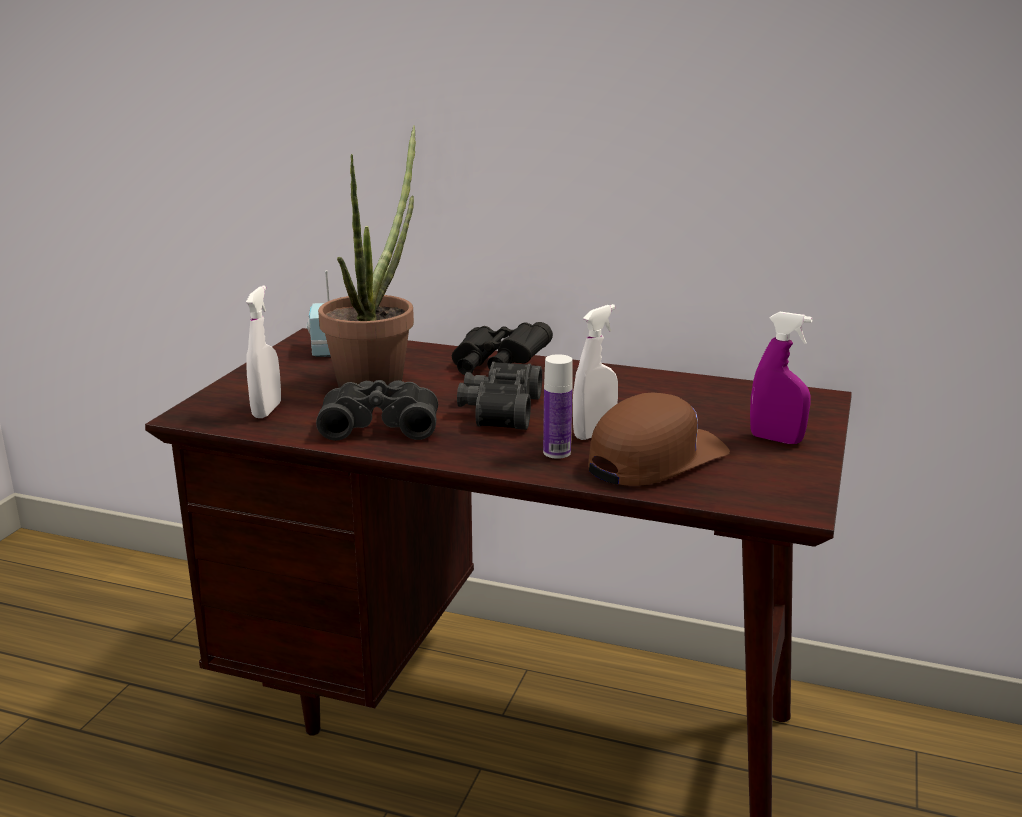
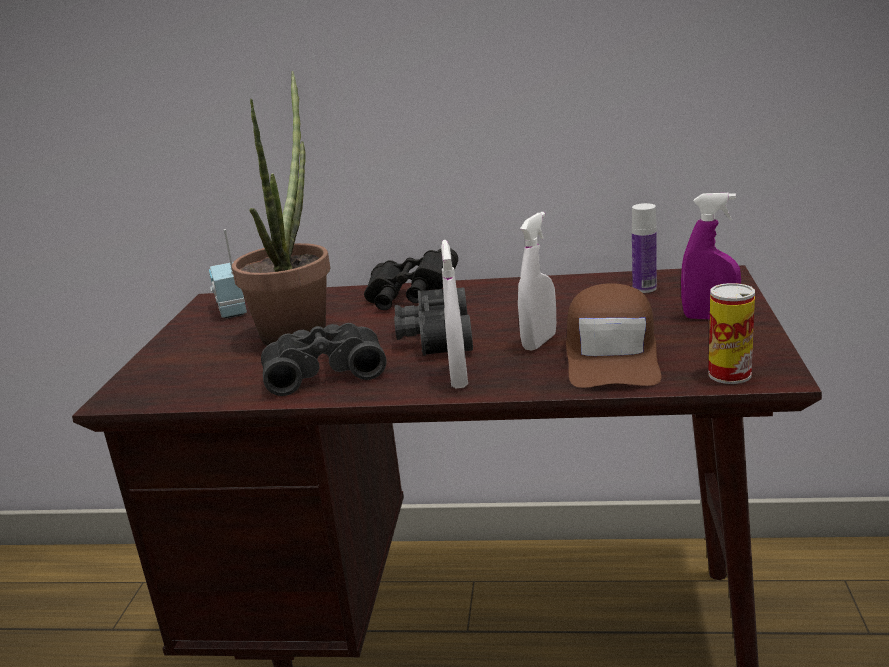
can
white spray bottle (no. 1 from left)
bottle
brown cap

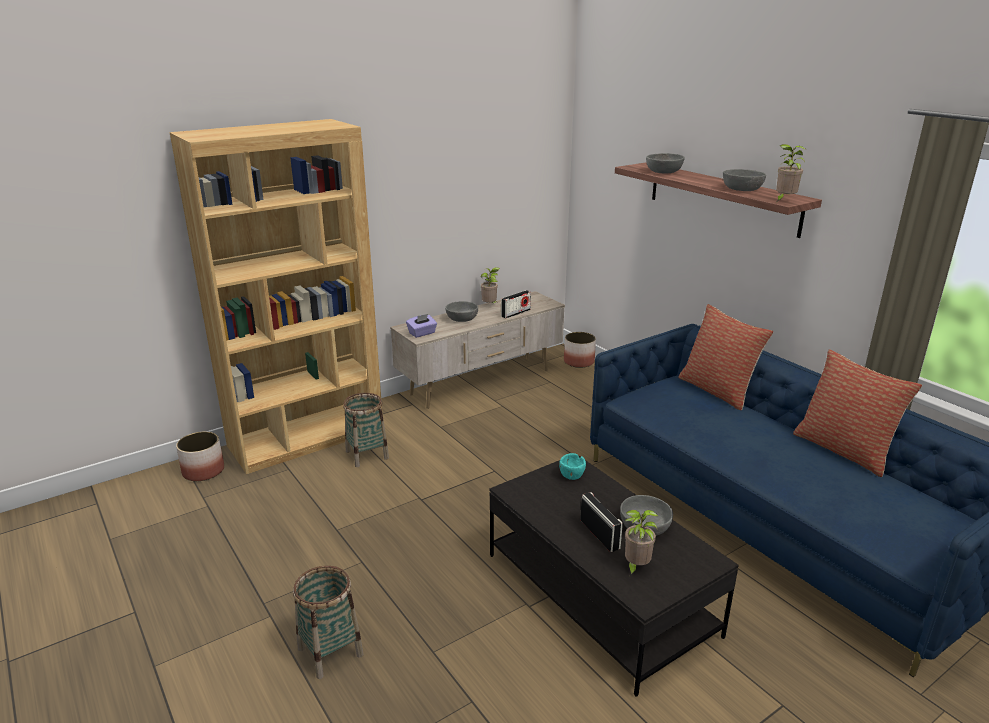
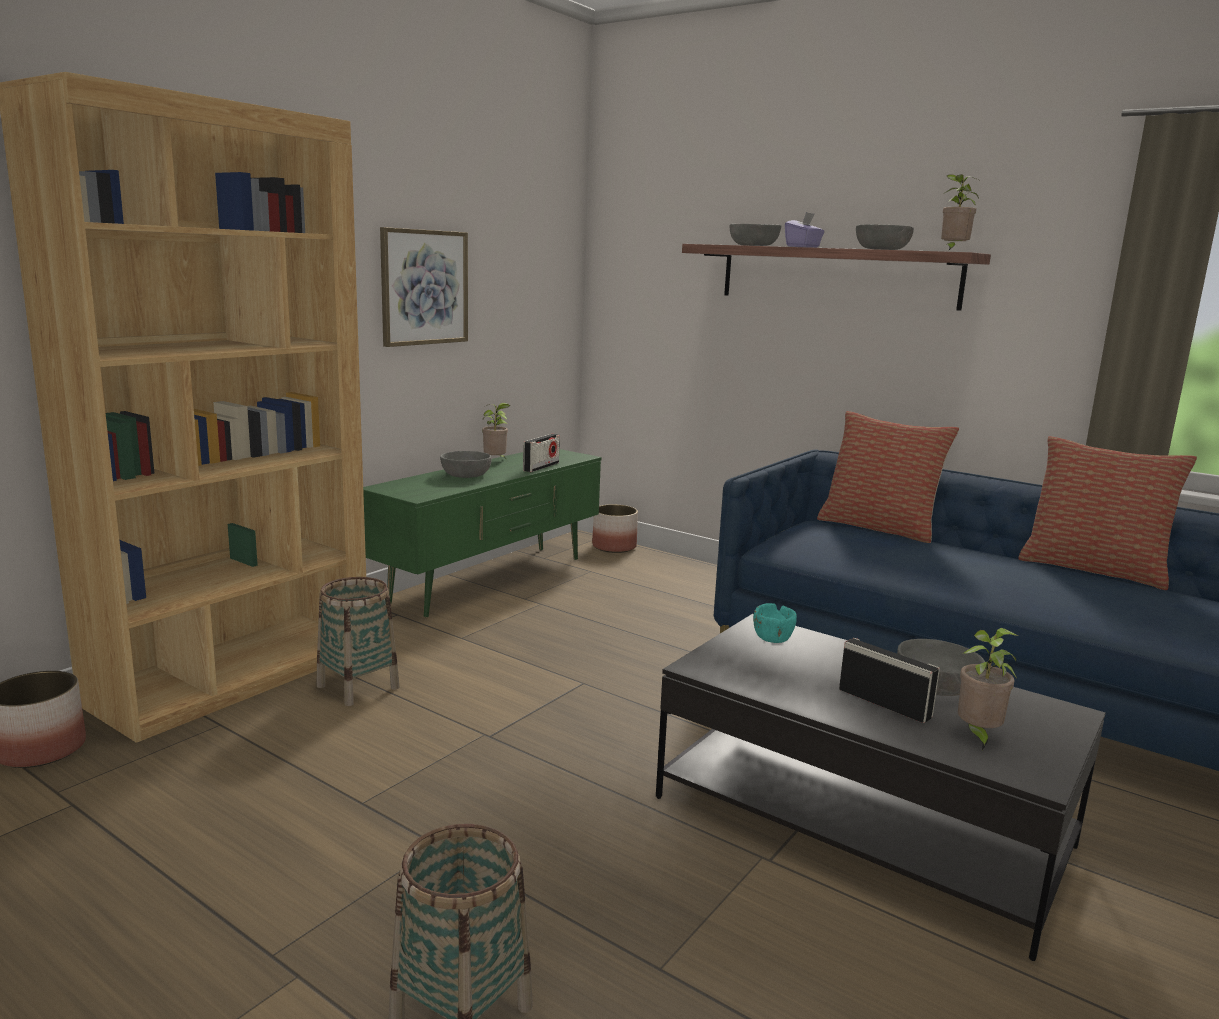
picture
purple tissue box
green tv stand

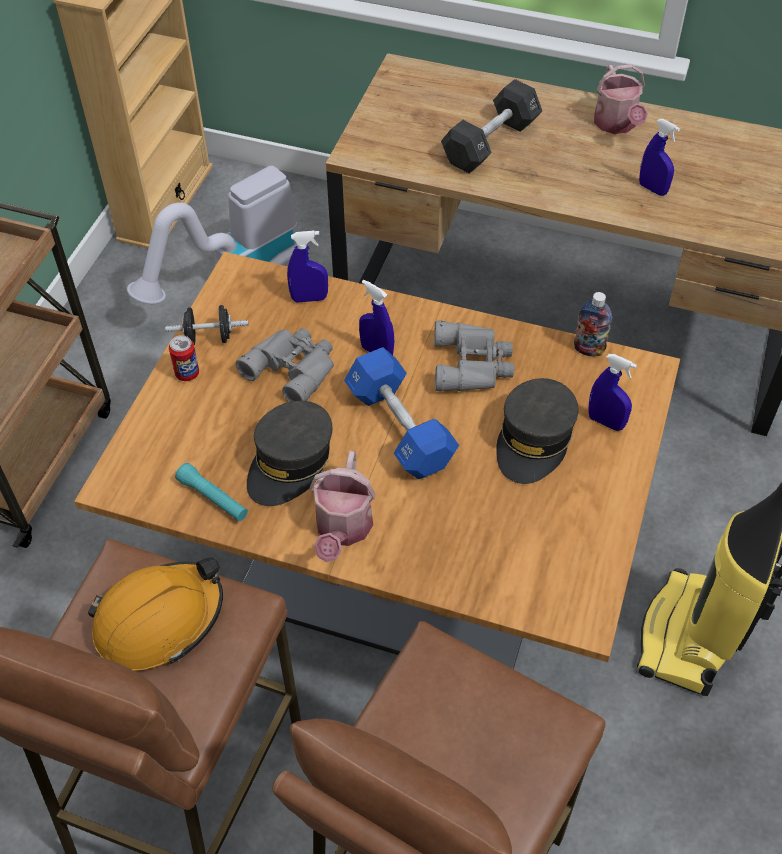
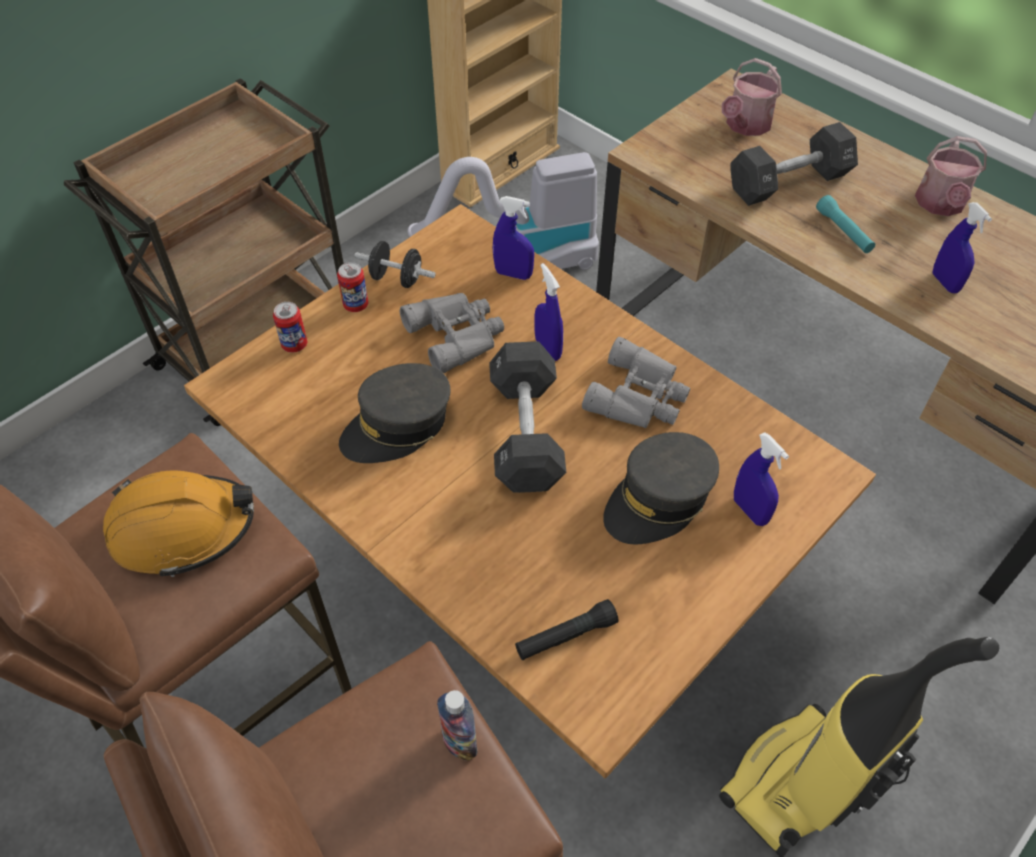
can (no. 1 from left)
black flashlight
turquoise flashlight
watering can (no. 1 from left)
bottle
black dumbbell (no. 2 from left)

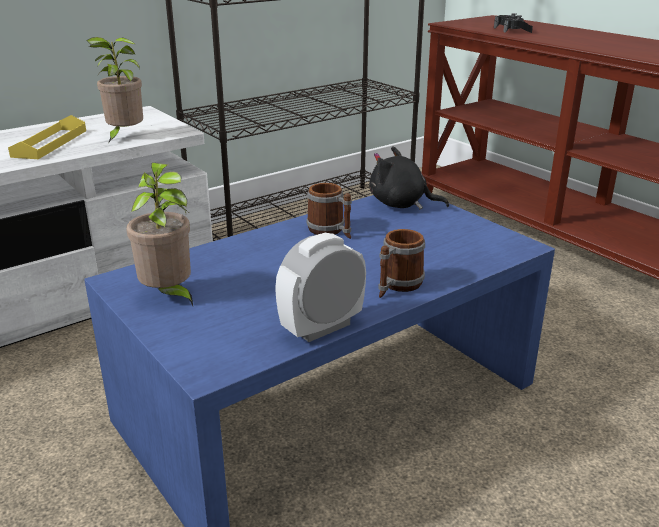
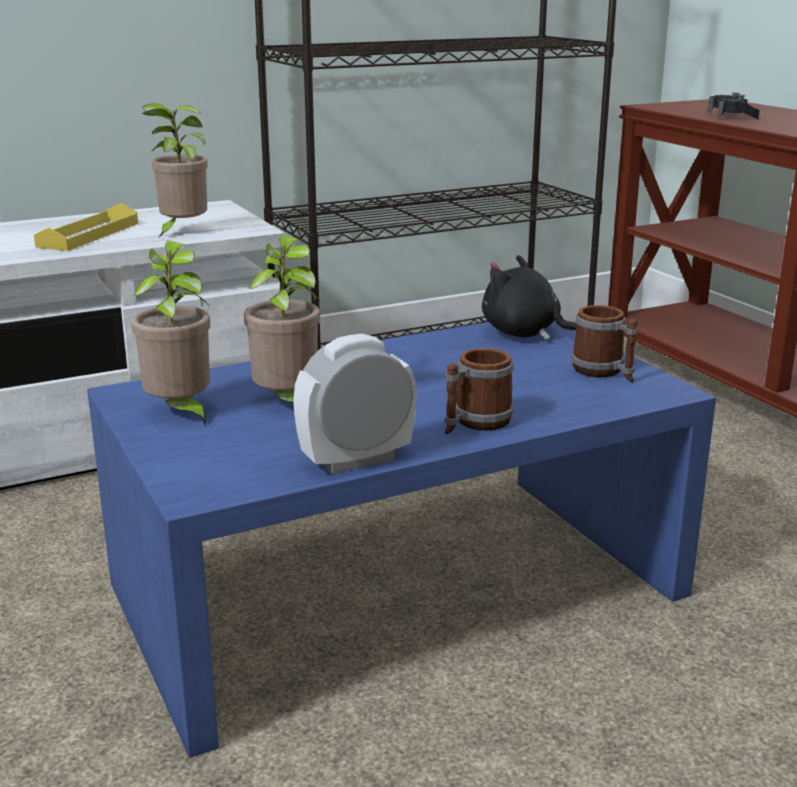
potted plant (no. 3 from left)
mug (no. 2 from left)

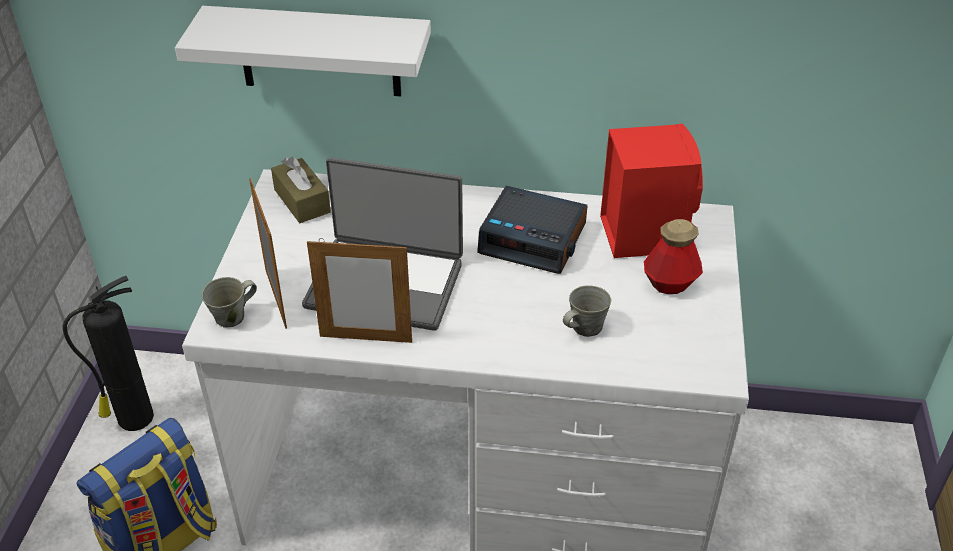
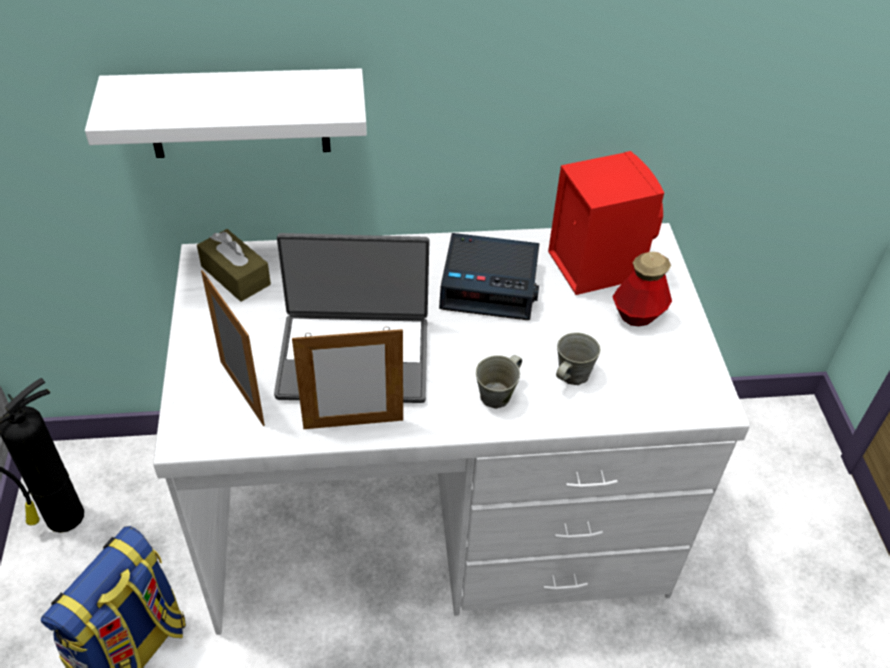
grey mug (no. 1 from left)

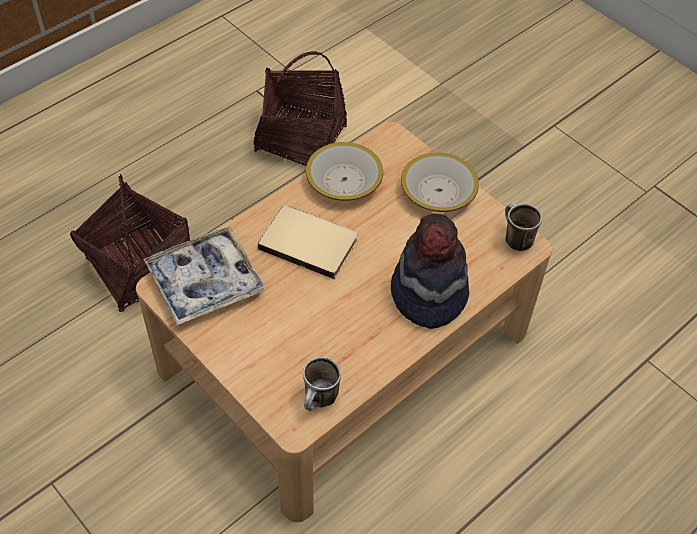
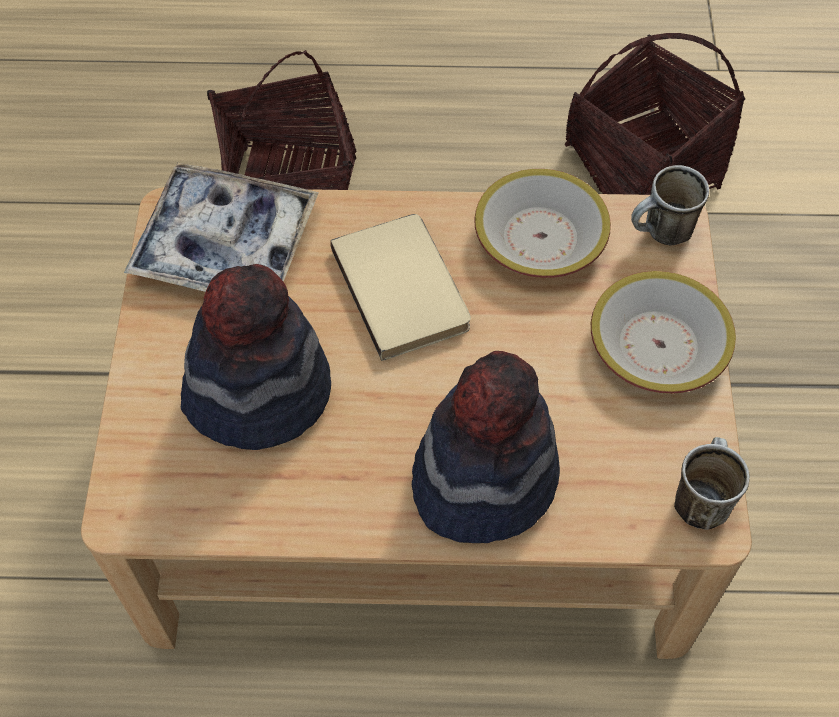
hat (no. 1 from left)
mug (no. 1 from left)

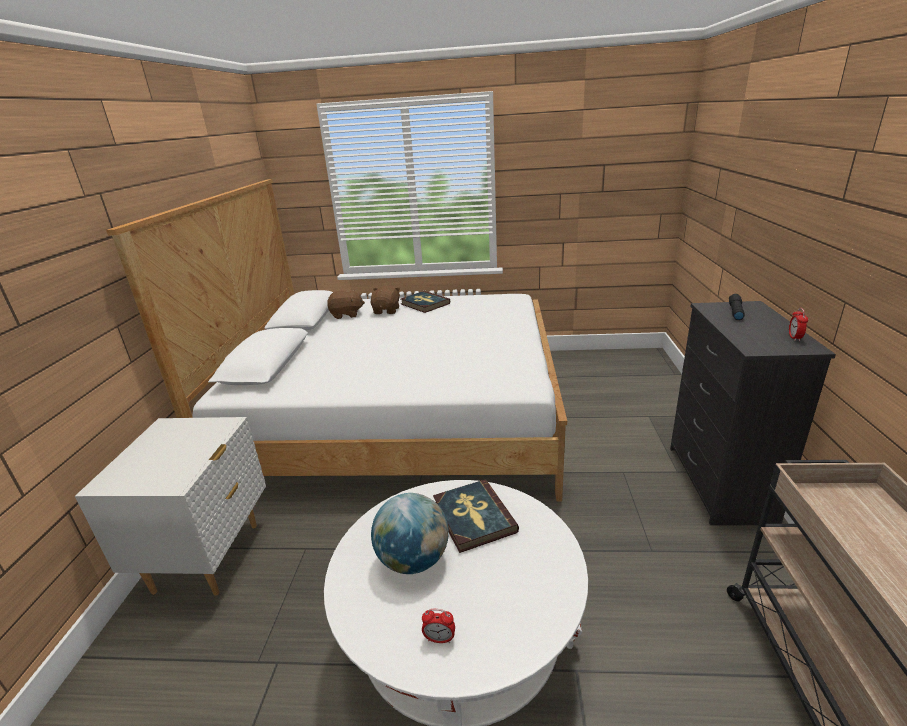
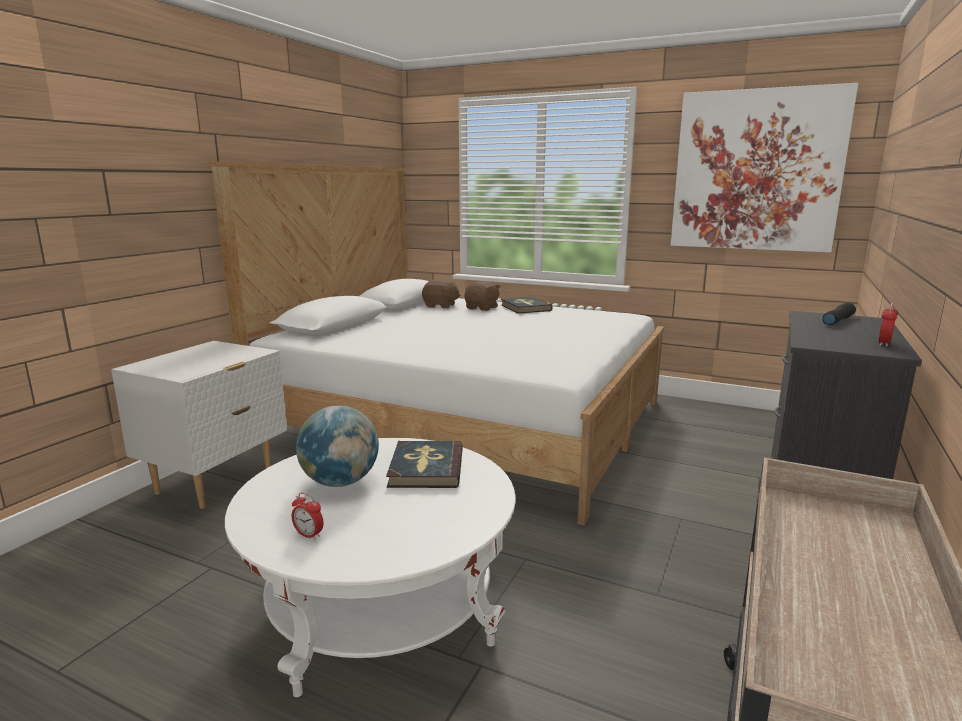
picture

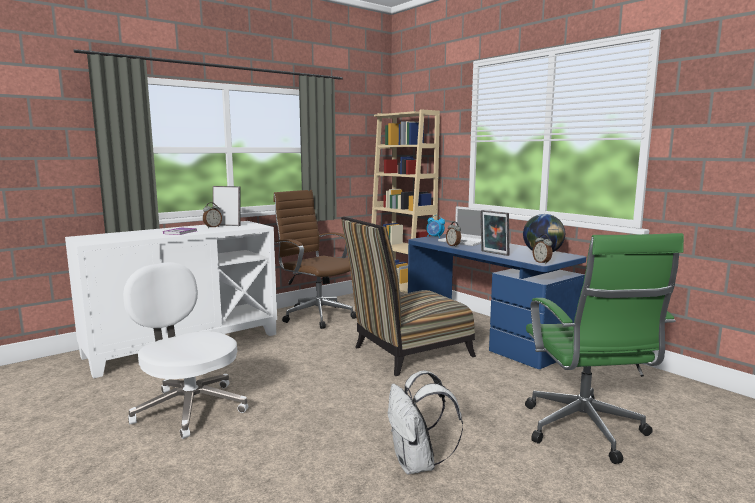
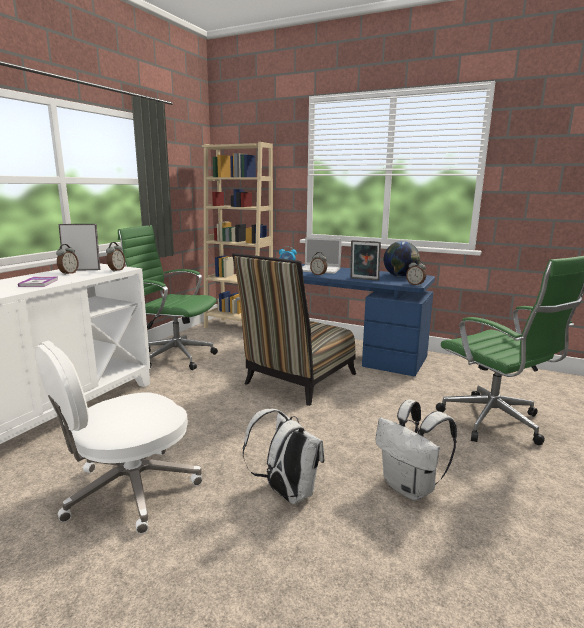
alarm clock (no. 2 from left)
white backpack (no. 1 from left)
green office chair (no. 1 from left)
white office chair

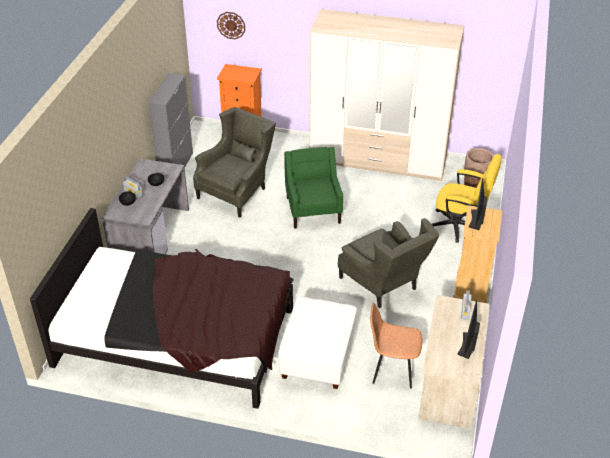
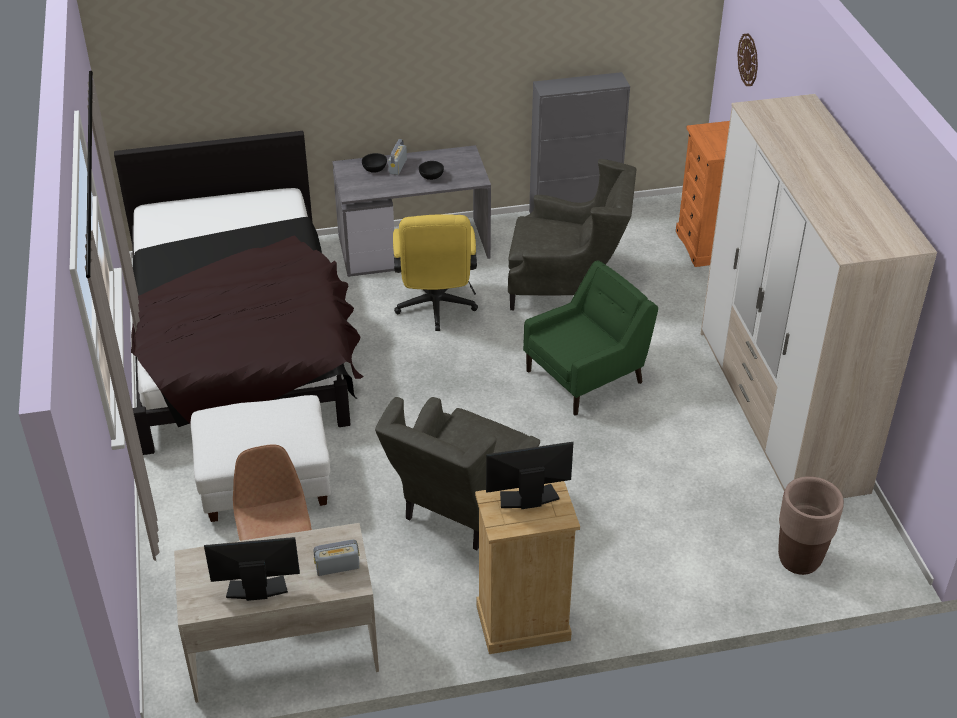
yellow office chair

